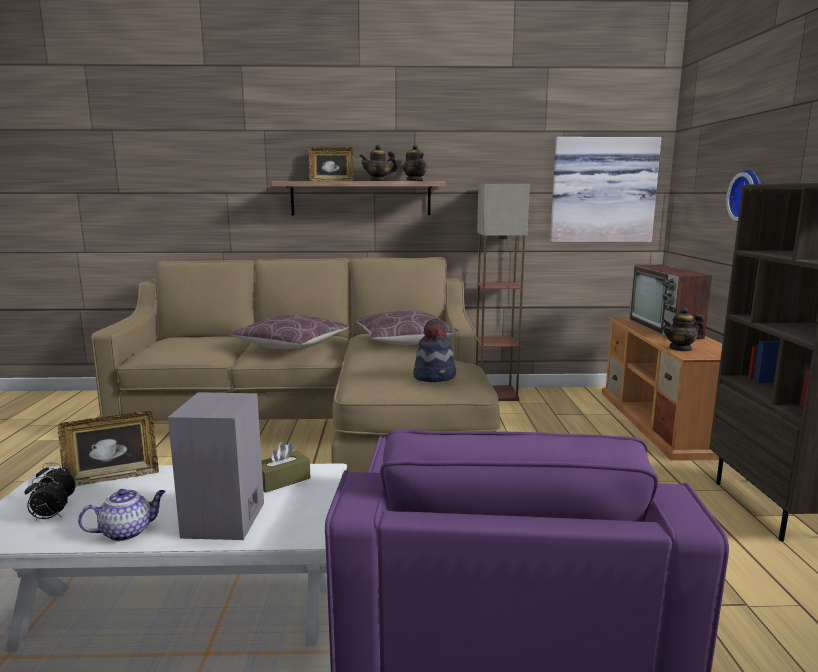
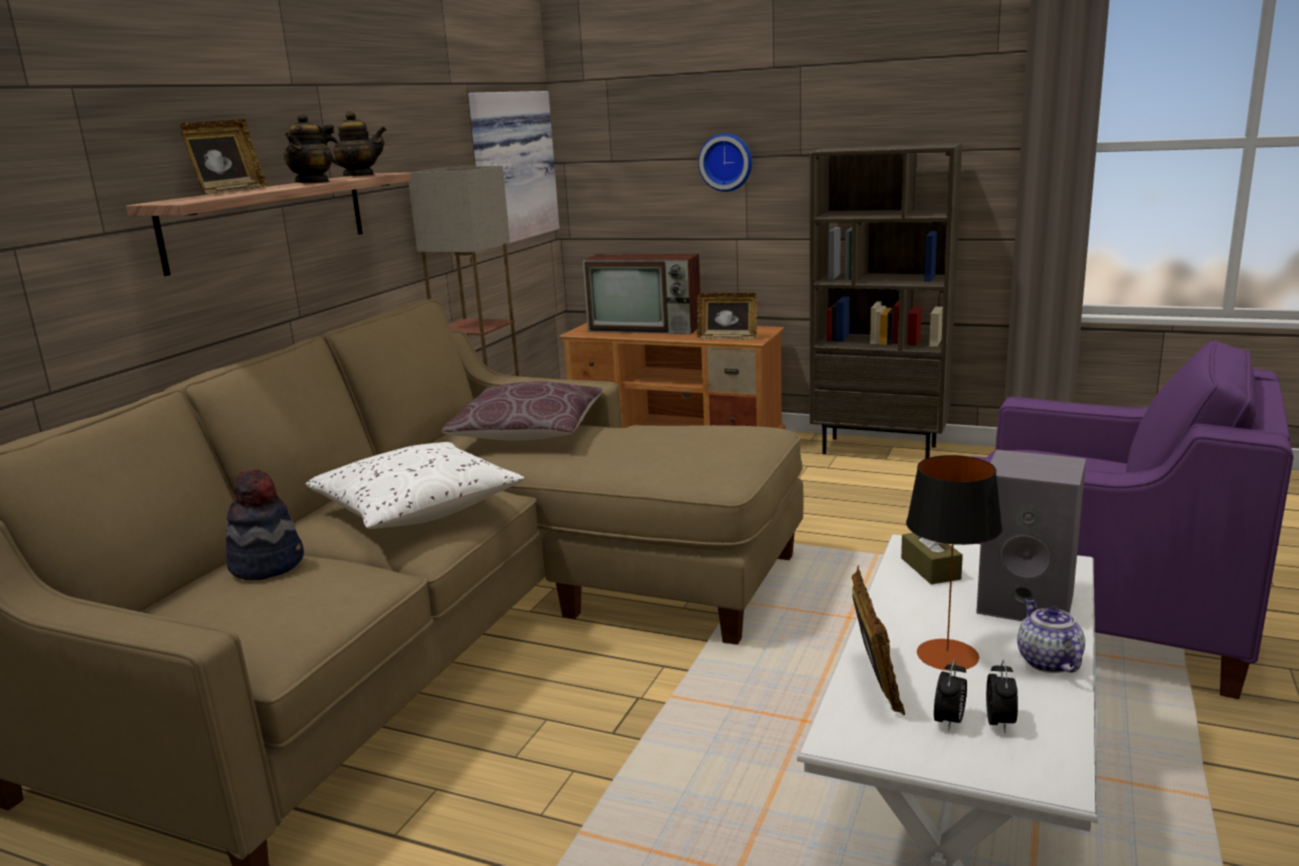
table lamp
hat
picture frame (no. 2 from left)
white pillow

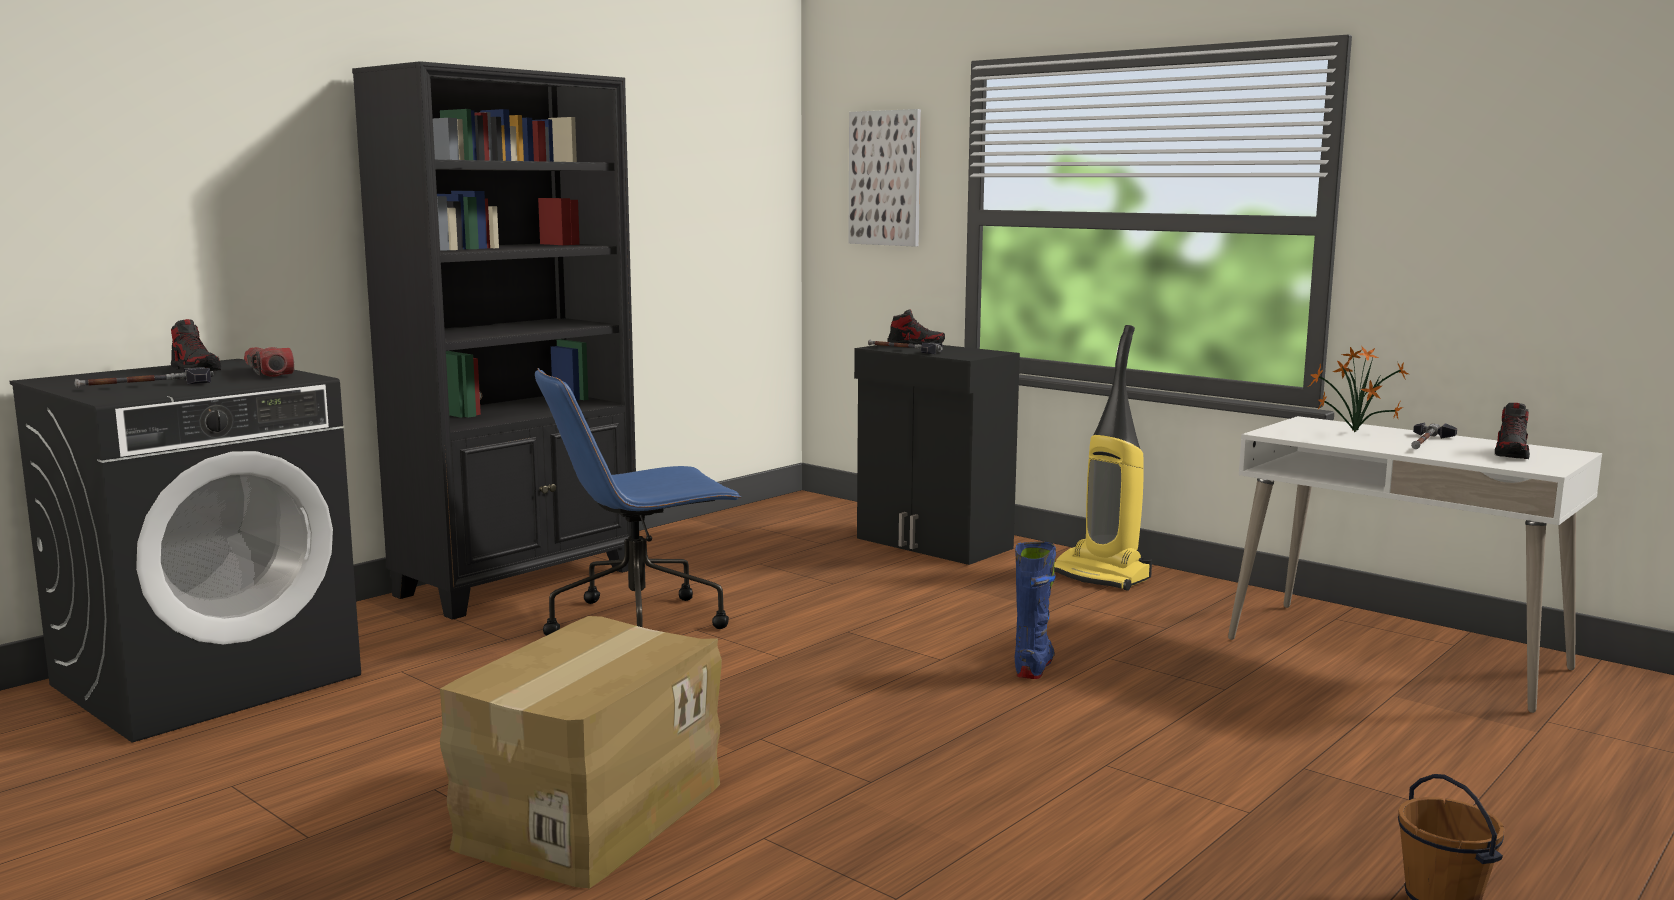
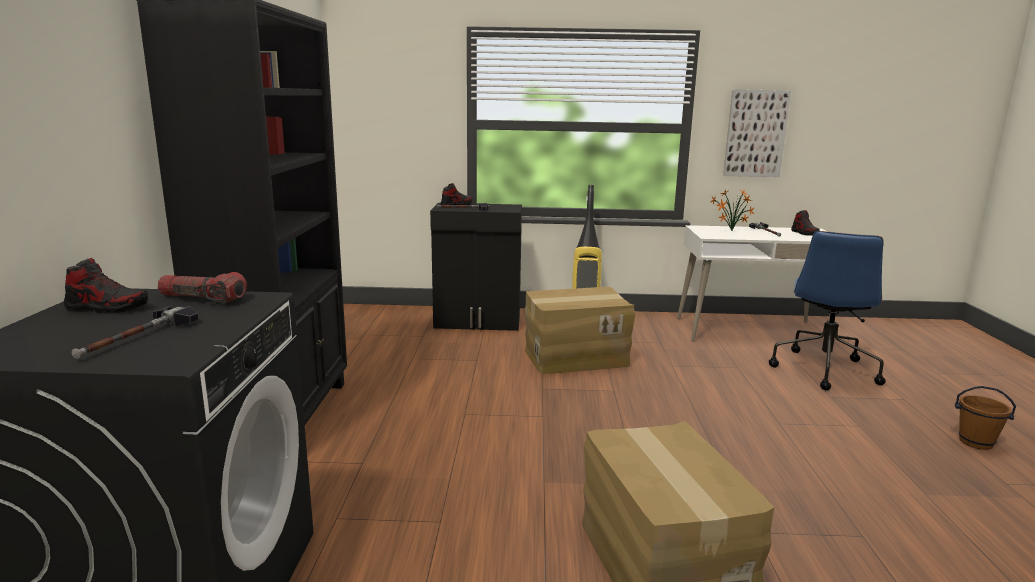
blue boot
cardboard box (no. 1 from left)
blue office chair
picture

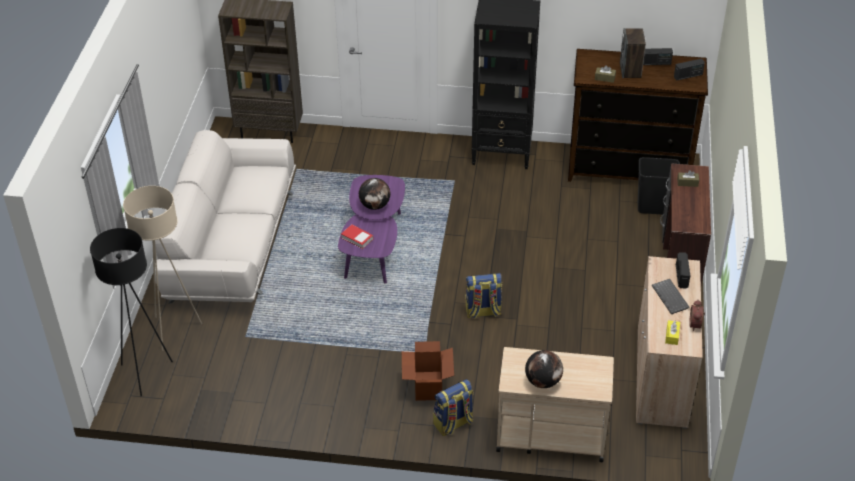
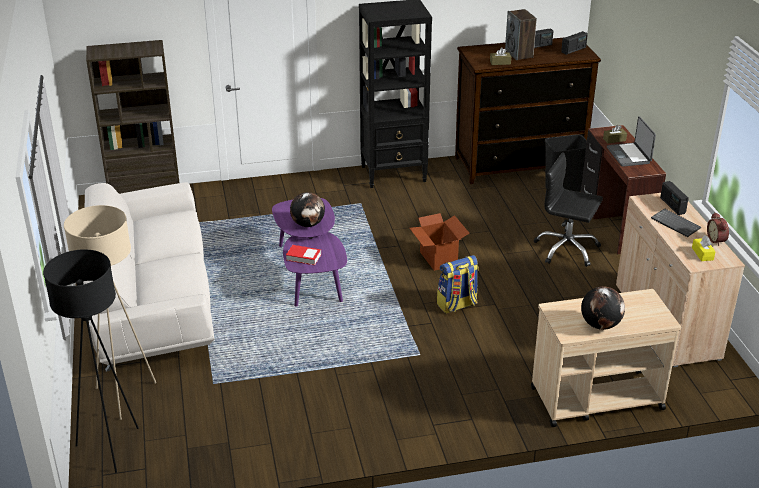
backpack (no. 1 from left in the first image)
black office chair
laptop
cardboard box

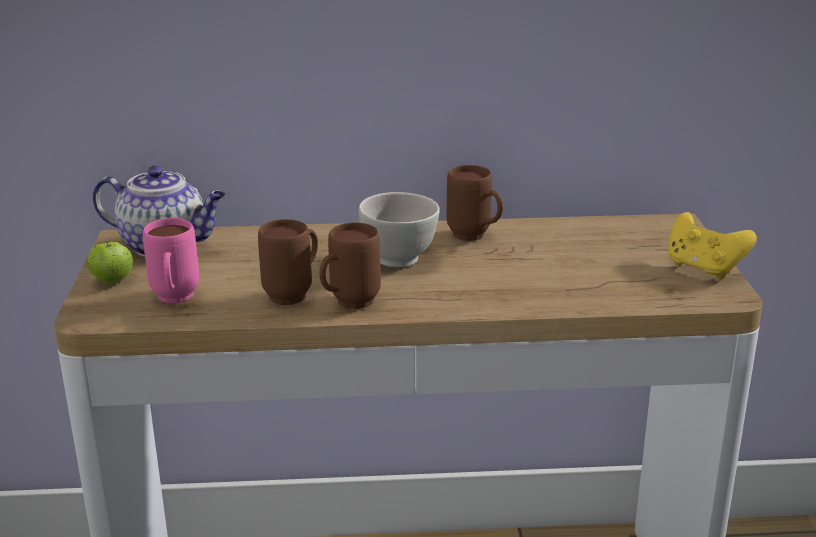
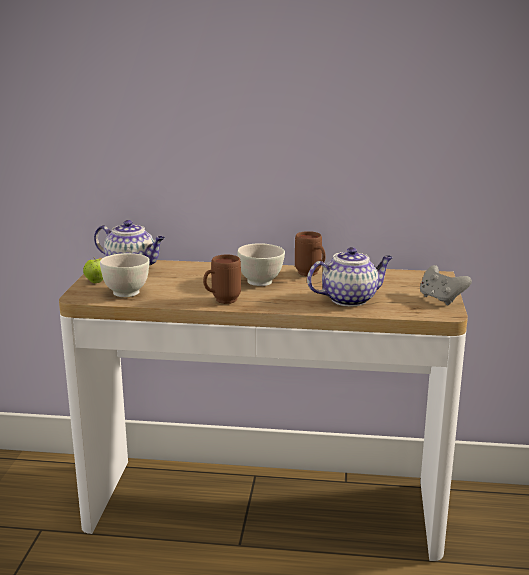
brown mug (no. 1 from left in the first image)
teapot (no. 2 from left)
white bowl (no. 1 from left)
grey game controller

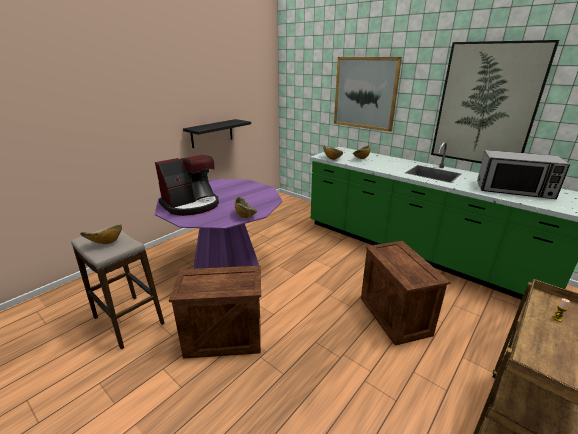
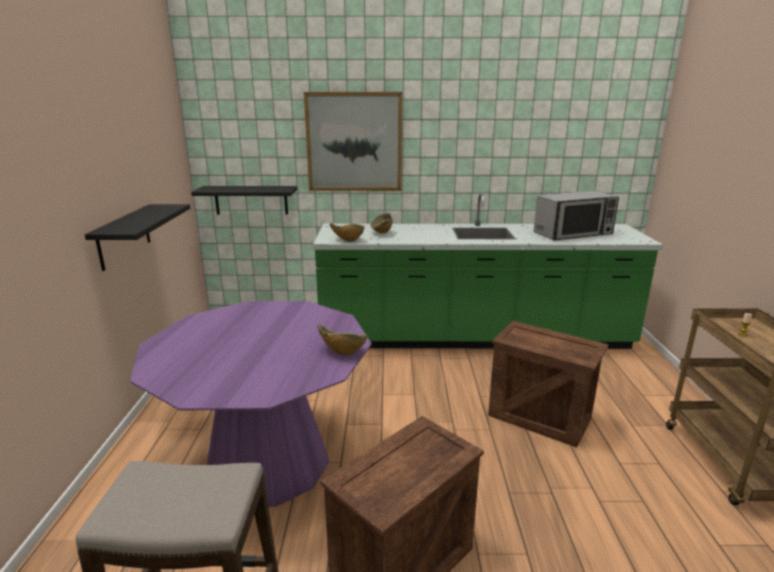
bowl (no. 1 from left in the first image)
coffee machine
picture (no. 2 from left in the first image)
black shelf (no. 2 from left)

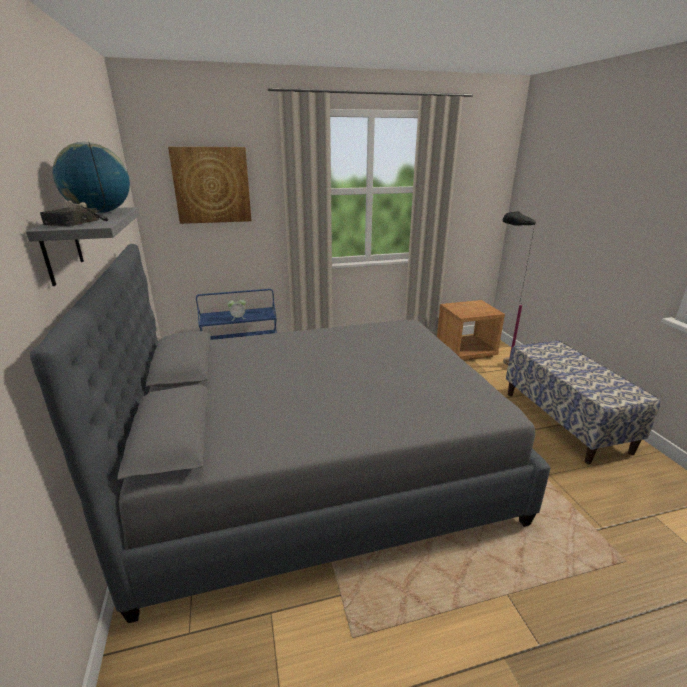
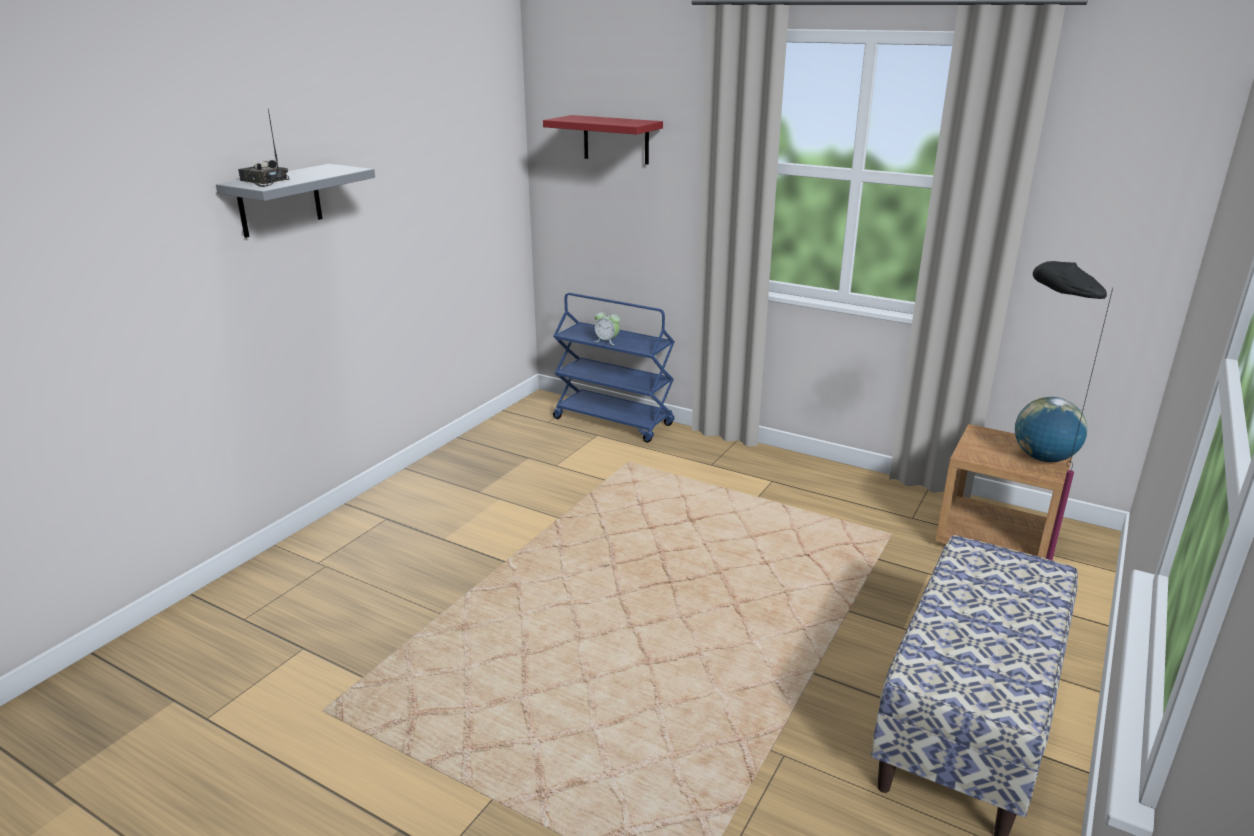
grey bed
globe
red shelf
radio

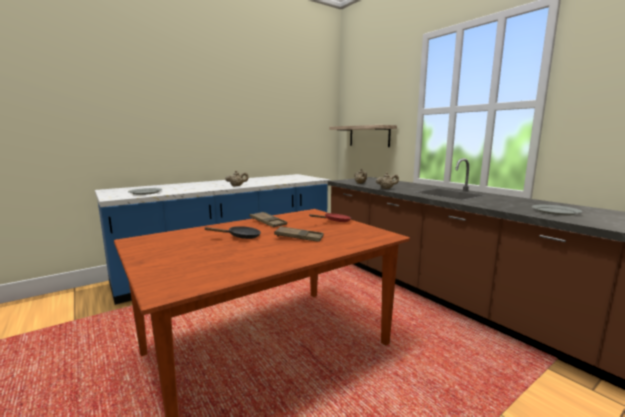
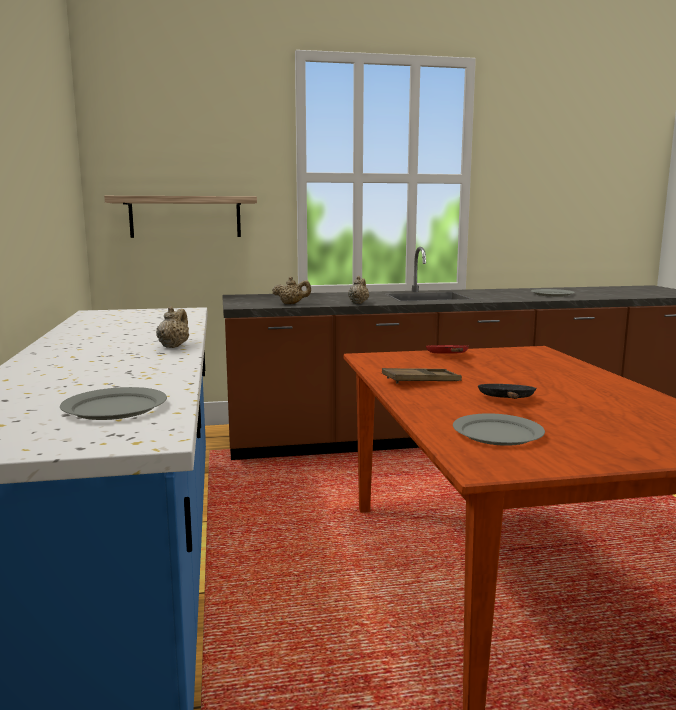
brown tray (no. 2 from left in the first image)
grey plate (no. 2 from left)

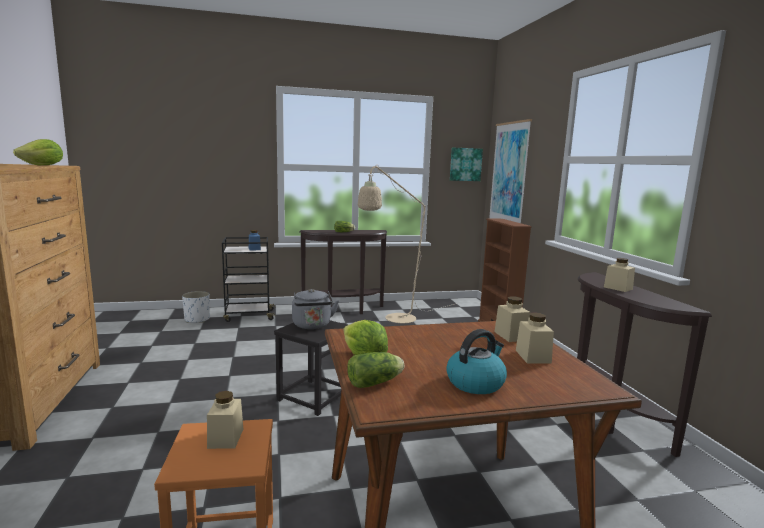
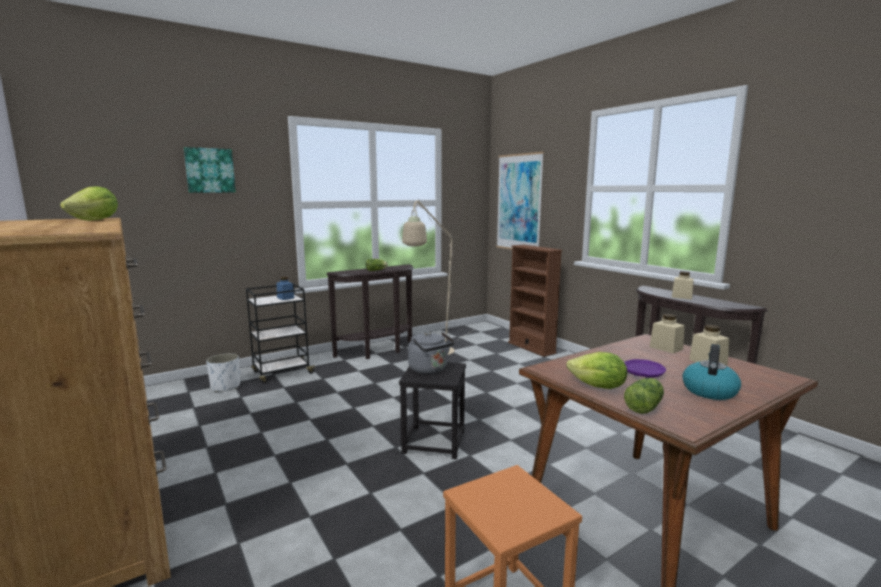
beige jar (no. 1 from left in the first image)
purple plate
picture (no. 1 from left)

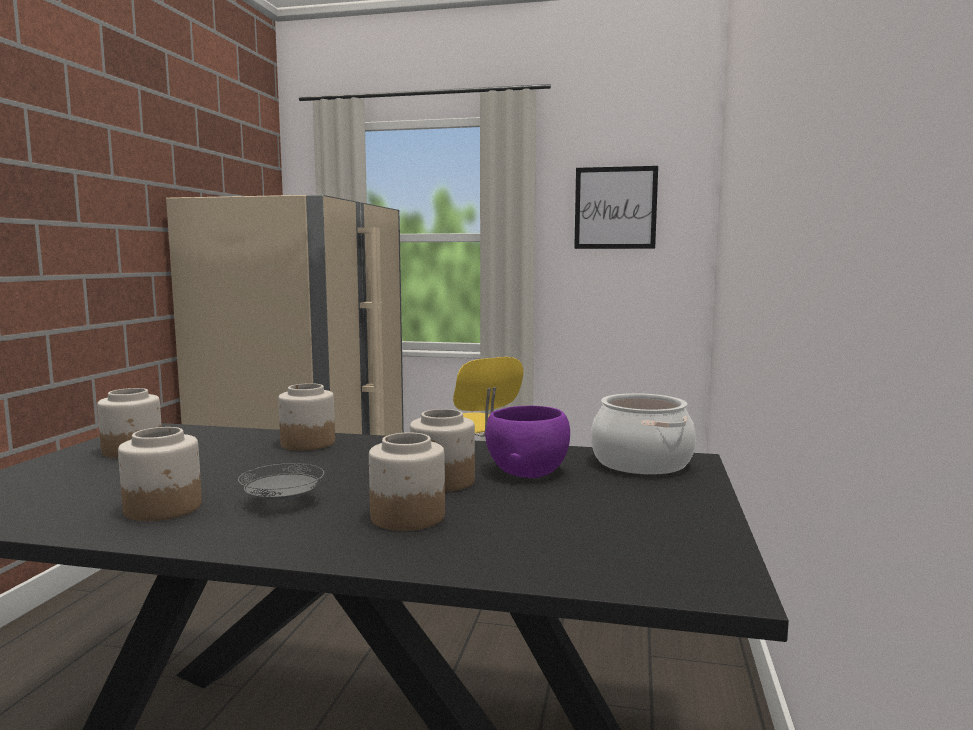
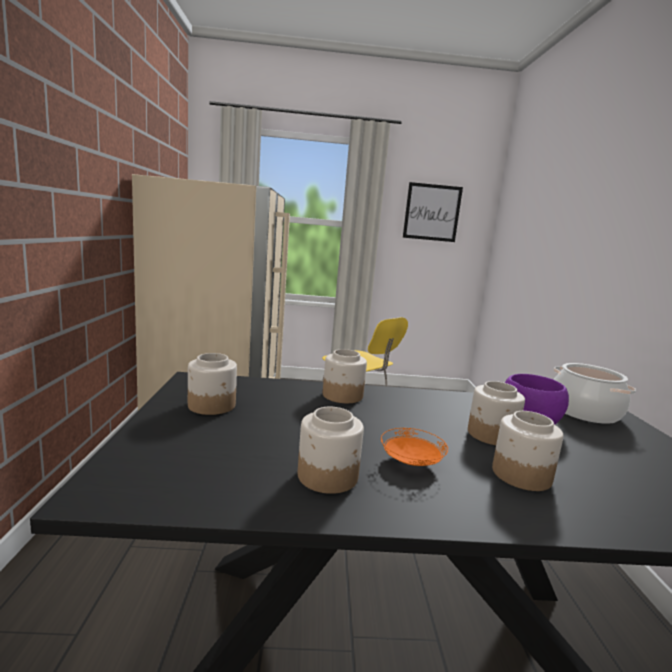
orange plate

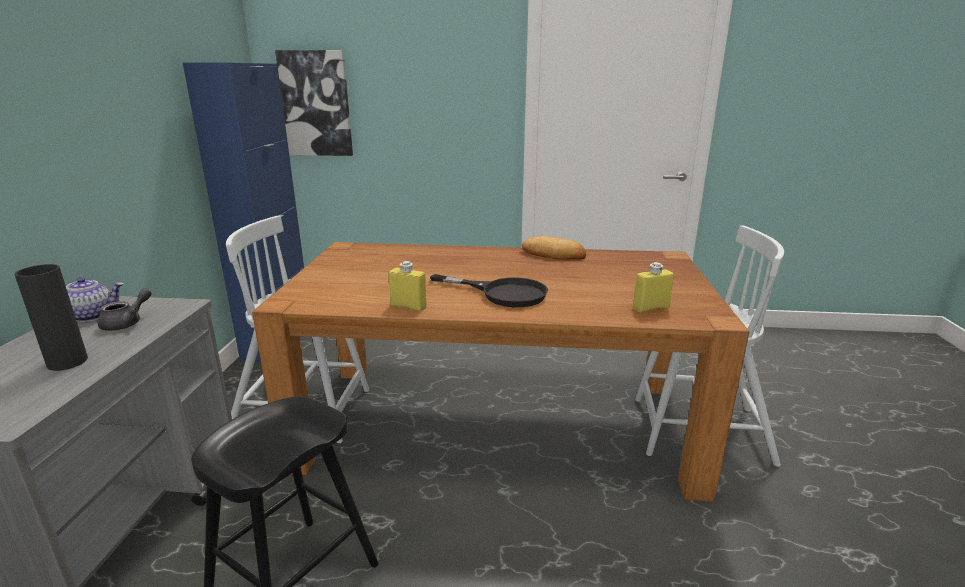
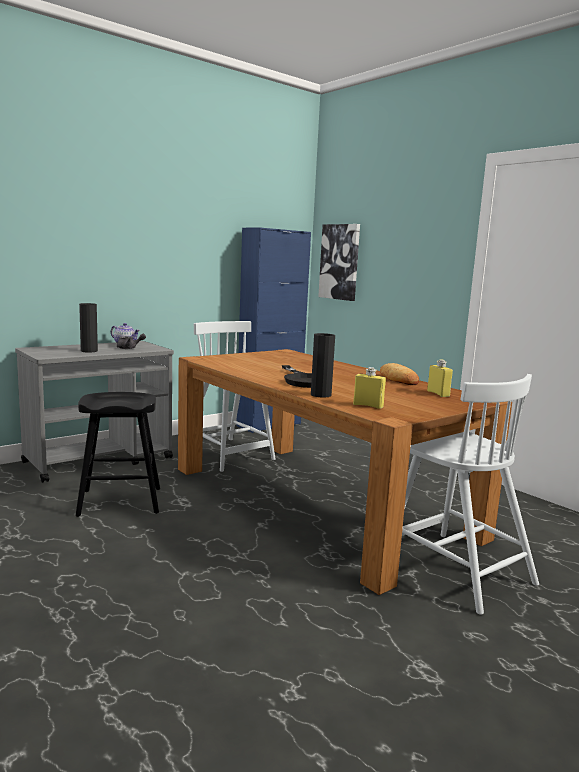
black vase (no. 2 from left)
yellow bottle (no. 2 from left)

